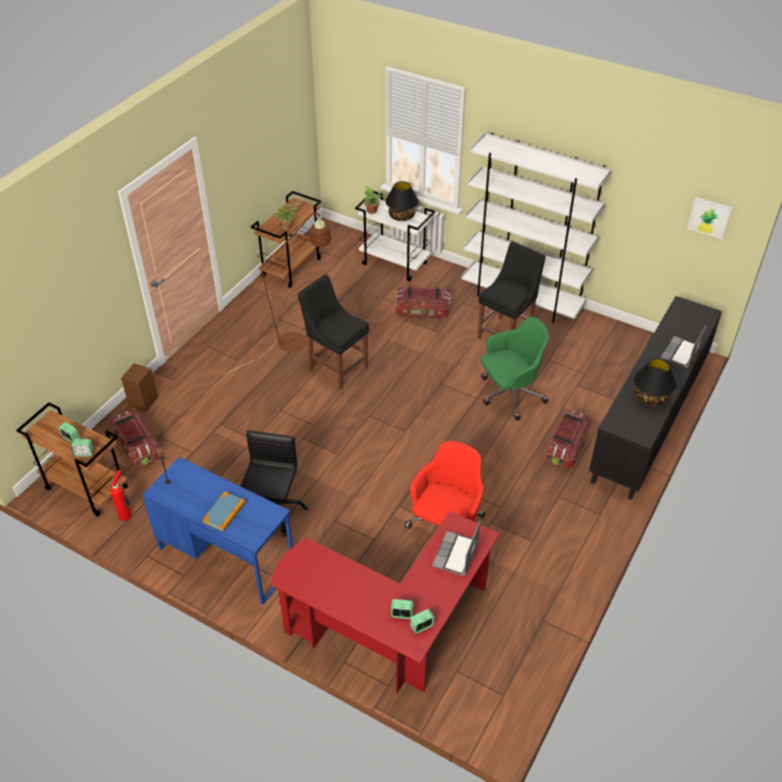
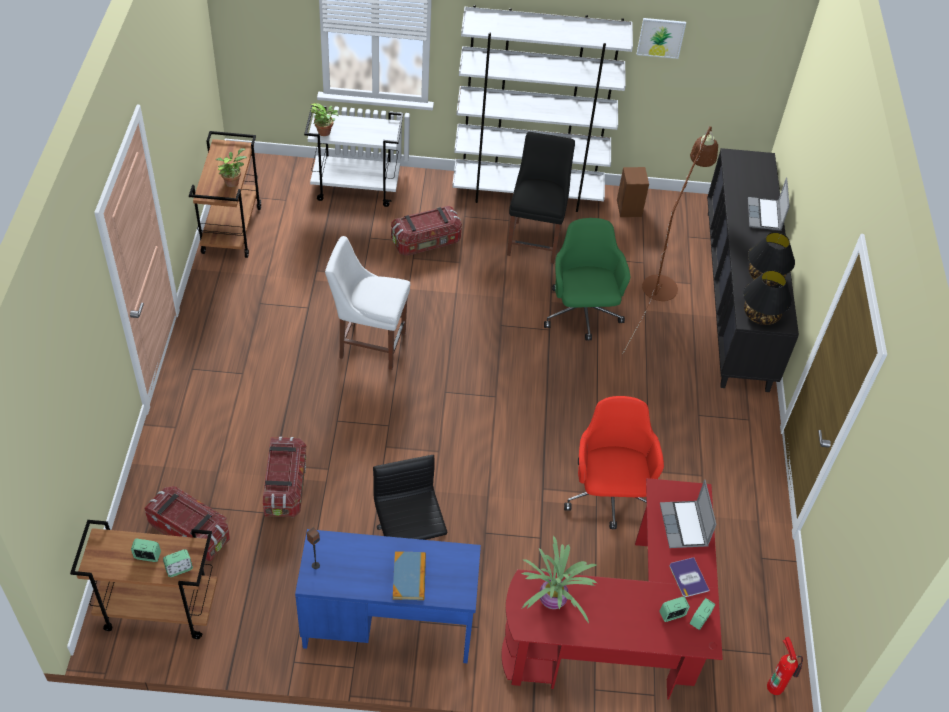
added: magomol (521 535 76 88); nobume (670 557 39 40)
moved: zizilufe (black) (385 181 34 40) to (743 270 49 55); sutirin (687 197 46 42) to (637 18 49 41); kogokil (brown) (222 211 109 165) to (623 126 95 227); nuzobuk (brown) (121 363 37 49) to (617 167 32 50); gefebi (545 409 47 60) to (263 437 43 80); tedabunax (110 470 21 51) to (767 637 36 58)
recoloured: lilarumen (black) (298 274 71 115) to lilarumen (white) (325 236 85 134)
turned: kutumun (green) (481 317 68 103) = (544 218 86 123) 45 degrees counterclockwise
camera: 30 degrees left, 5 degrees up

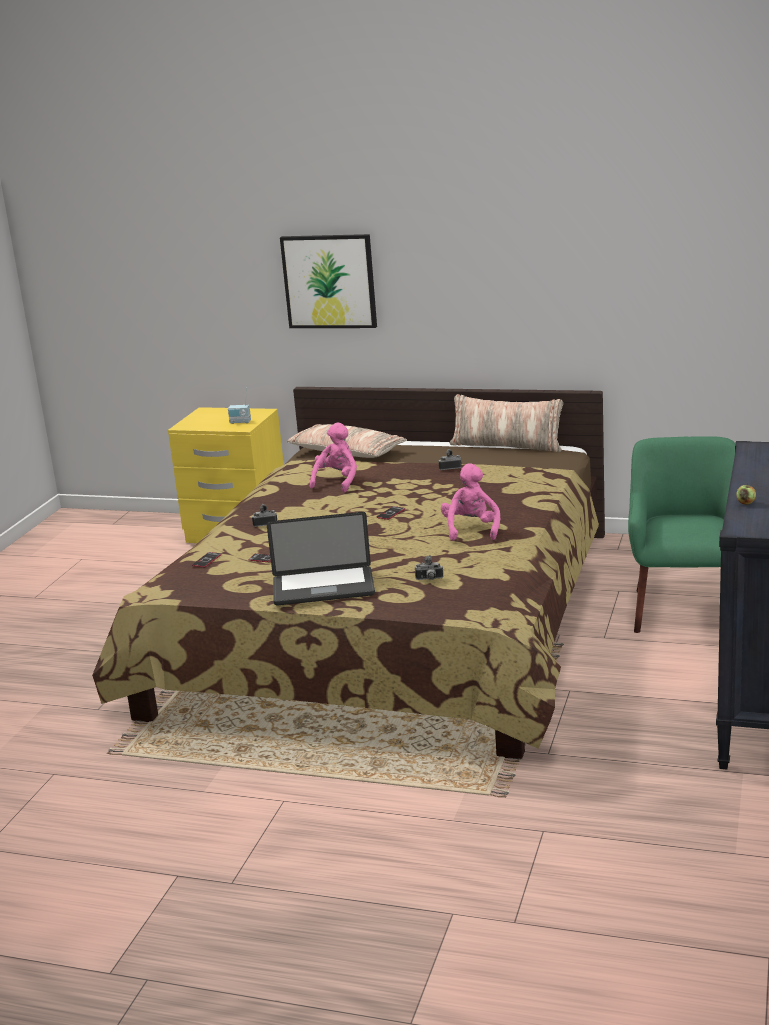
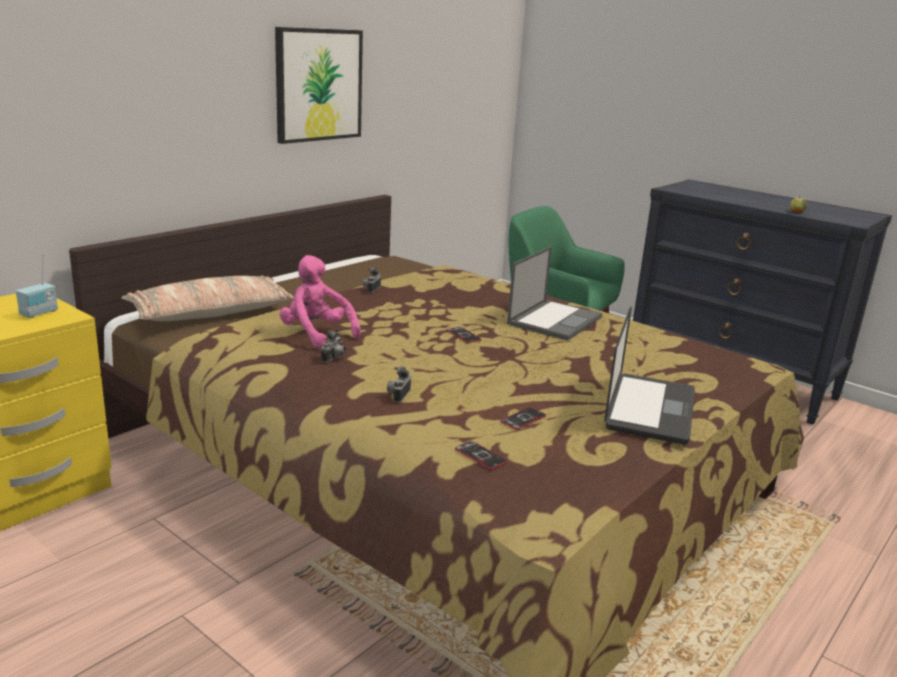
removed: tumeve (450 394 113 58)
moved: sutirin (280 234 97 94) to (275 27 88 117); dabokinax (415 555 29 25) to (321 331 25 32)
replaced: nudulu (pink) (441 463 59 78) to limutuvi (507 246 95 95)
camera: 70 degrees left, 0 degrees up

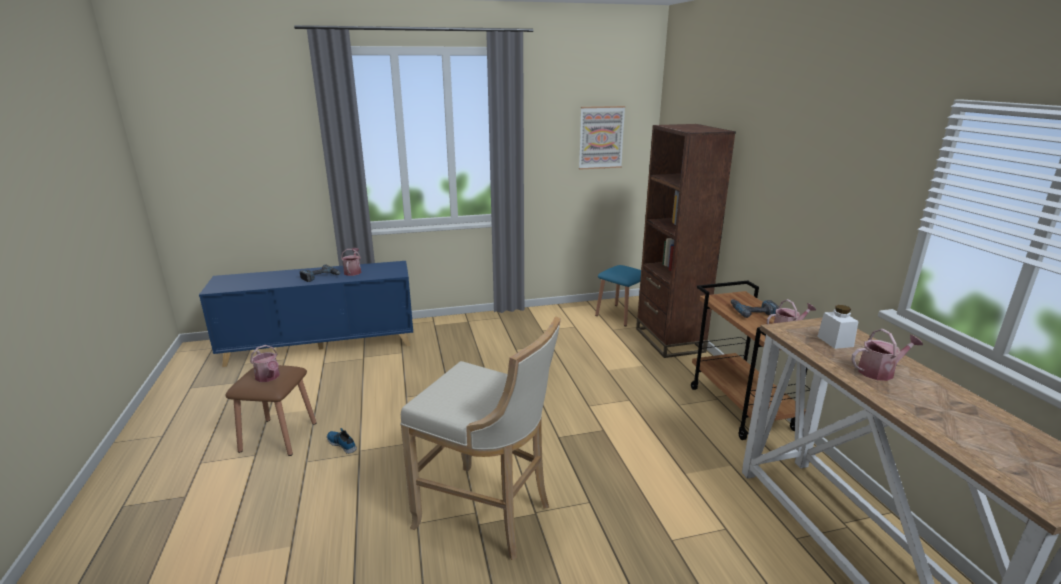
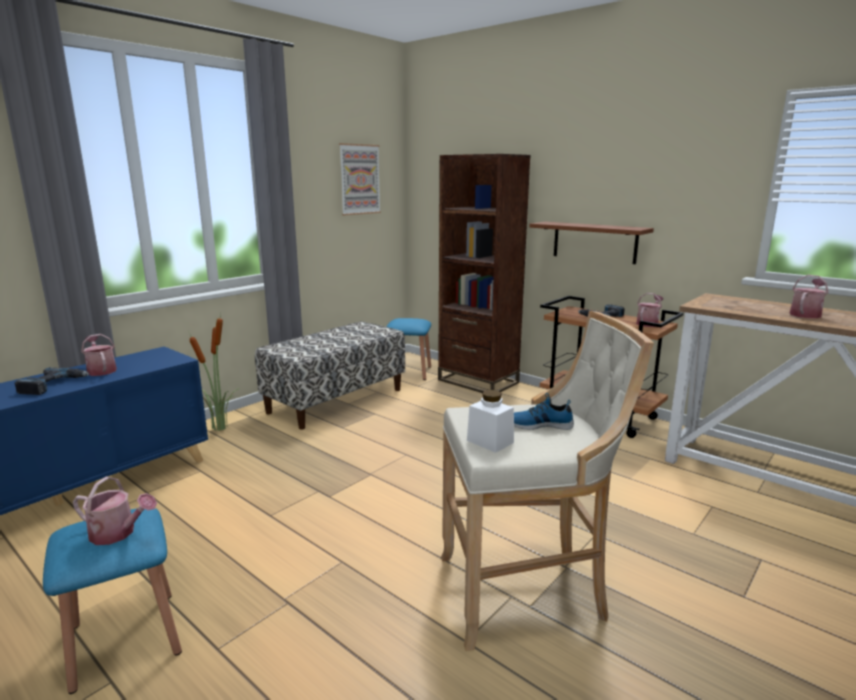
added: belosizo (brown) (529 222 125 42); magomol (189 313 50 118); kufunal (255 321 150 109)
moved: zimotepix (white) (817 305 42 44) to (467 390 47 63); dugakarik (327 428 30 26) to (514 393 60 37)
recoloured: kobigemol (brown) (225 365 91 91) to kobigemol (blue) (43 508 139 186)
camera: 35 degrees left, 5 degrees down

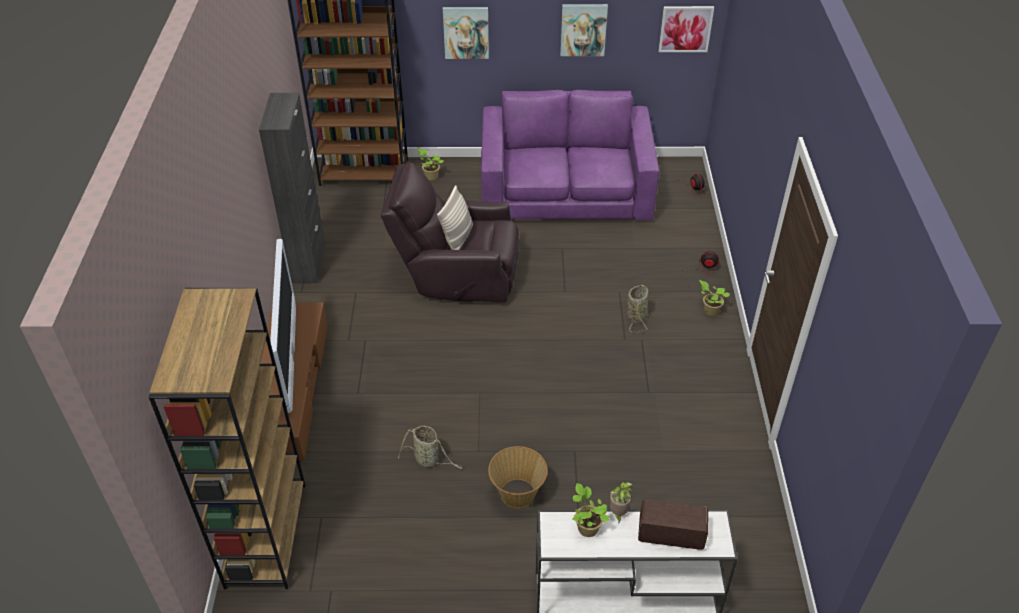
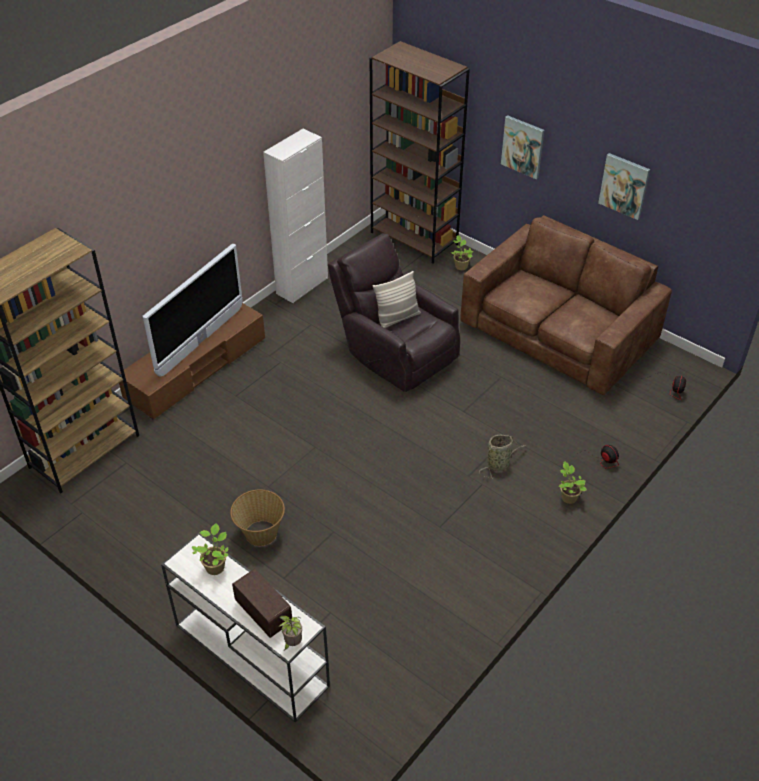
removed: sutirin (658 6 56 46); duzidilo (398 426 64 43)
moved: magomol (610 482 23 42) to (279 616 23 34)
recoloured: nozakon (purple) (481 90 178 130) to nozakon (brown) (460 215 212 180); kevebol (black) (259 93 66 190) to kevebol (white) (263 129 65 174)
camera: 40 degrees right, 0 degrees up

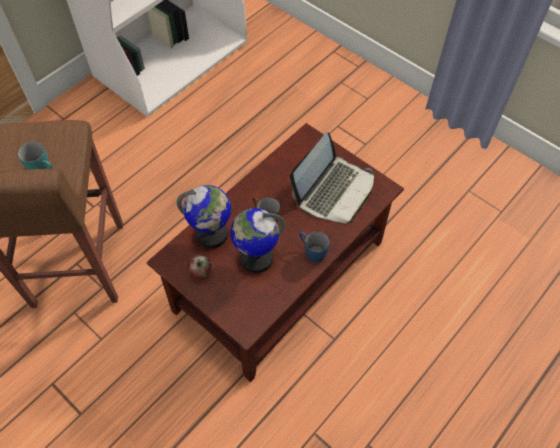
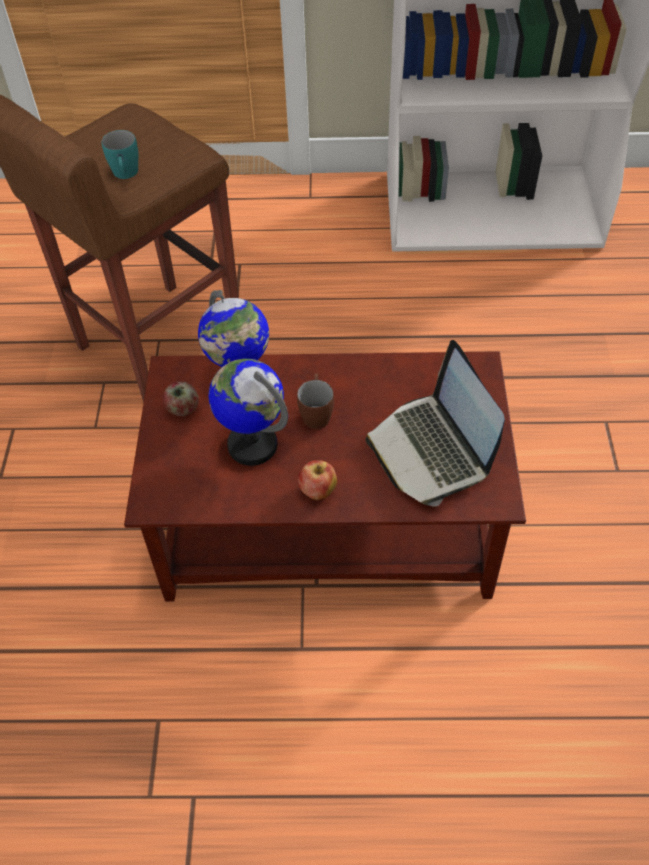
replaced: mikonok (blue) (299 232 31 30) to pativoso (298 460 39 40)
turned: limutuvi (290 132 84 92) = (366 340 139 167) 75 degrees clockwise
camera: 50 degrees right, 5 degrees down

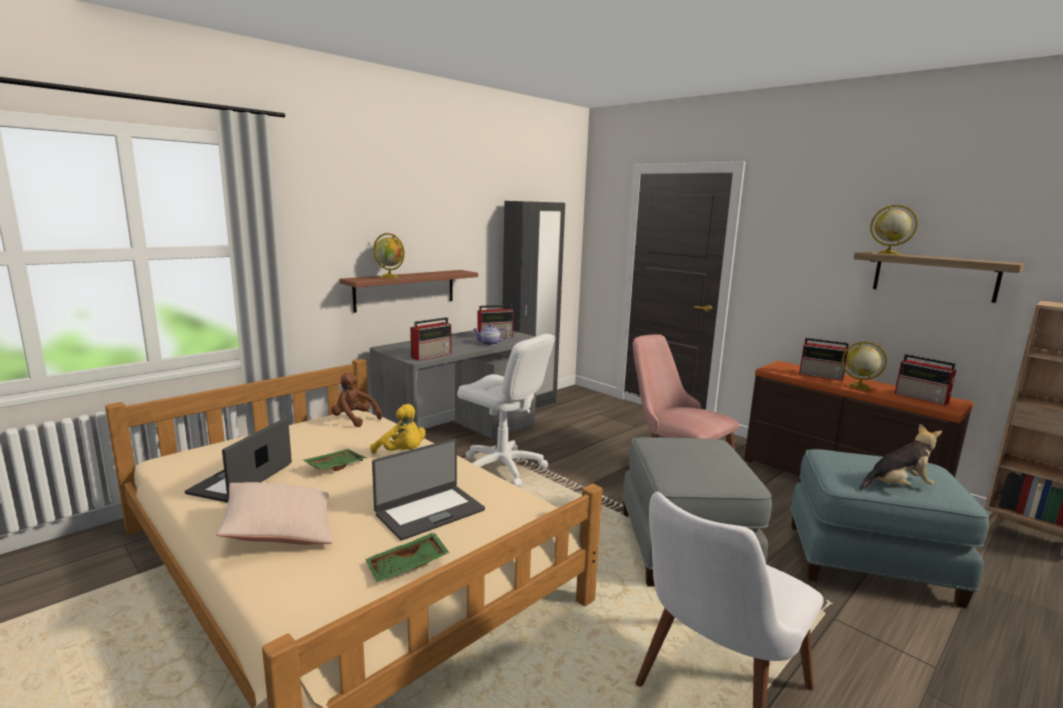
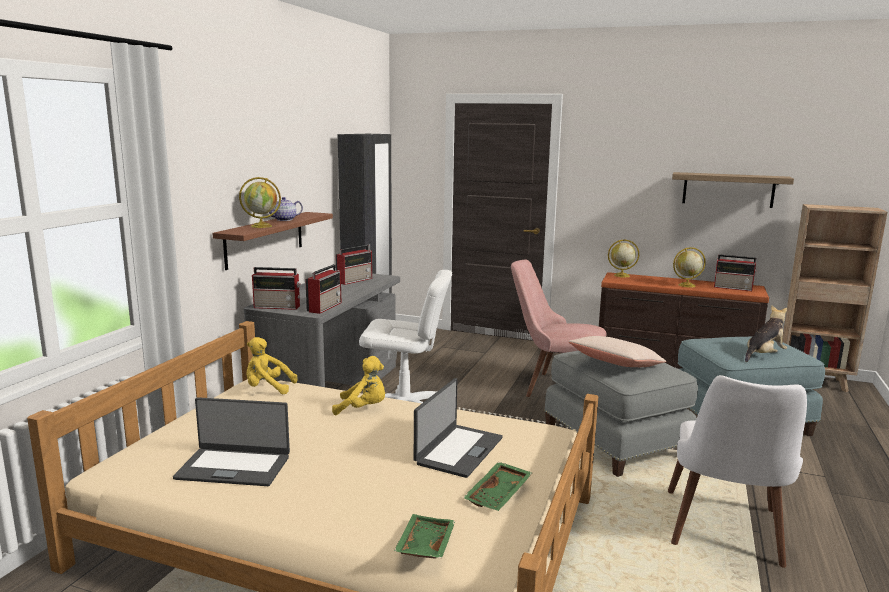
moved: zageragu (870 205 48 50) to (608 239 31 38); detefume (473 324 34 21) to (269 197 34 24); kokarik (799 338 50 43) to (252 267 48 43); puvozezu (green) (303 449 64 22) to (394 514 61 45); tumeve (beige) (217 482 116 63) to (568 336 98 31)
recoloured: nudulu (brown) (331 373 51 54) to nudulu (yellow) (247 337 51 57)
turned: limutuvi (185 418 107 85) = (173 397 117 89) 75 degrees counterclockwise
camera: 25 degrees left, 0 degrees up

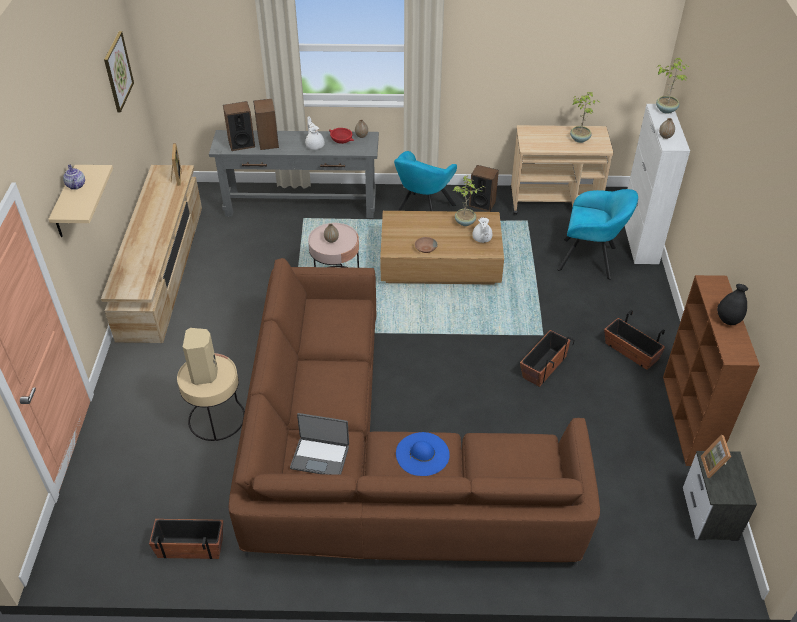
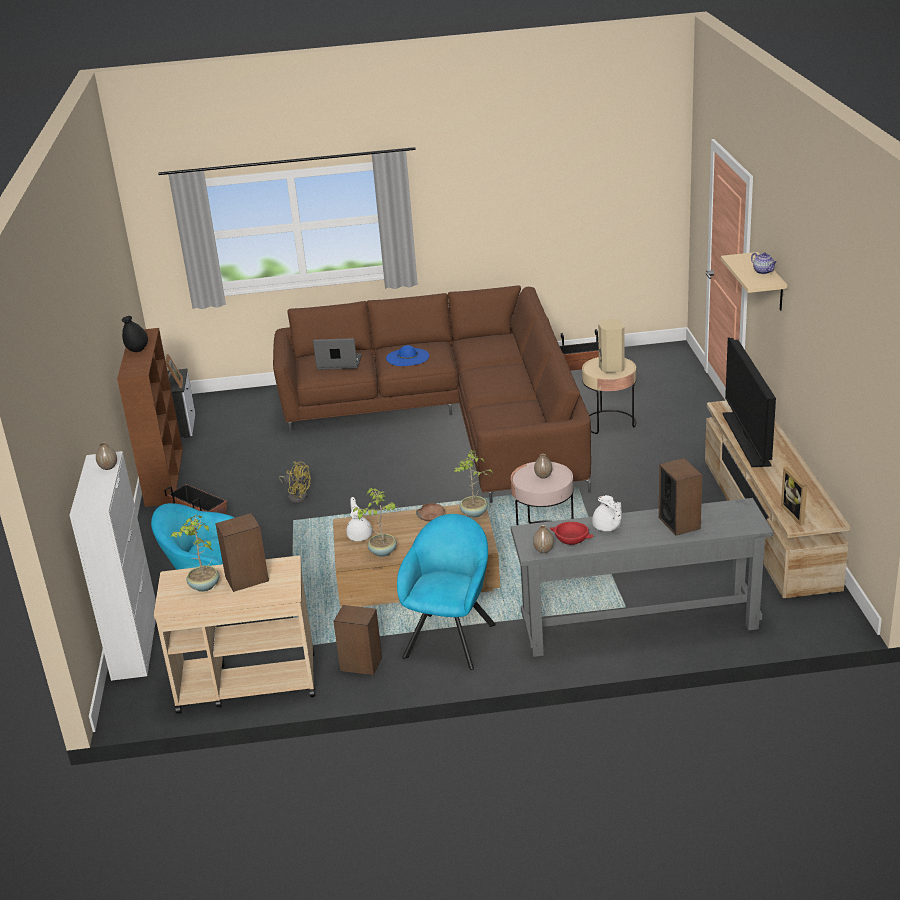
removed: sutirin (104 31 30 81)
added: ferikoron (722 337 54 130)
moved: magomol (656 58 33 56) to (454 450 39 68); nuzobuk (223 101 32 50) to (215 513 54 79); limutuvi (290 413 59 61) to (313 338 49 32)
replaced: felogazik (520 330 54 57) to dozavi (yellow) (279 462 32 41)
camera: 175 degrees right, 15 degrees down

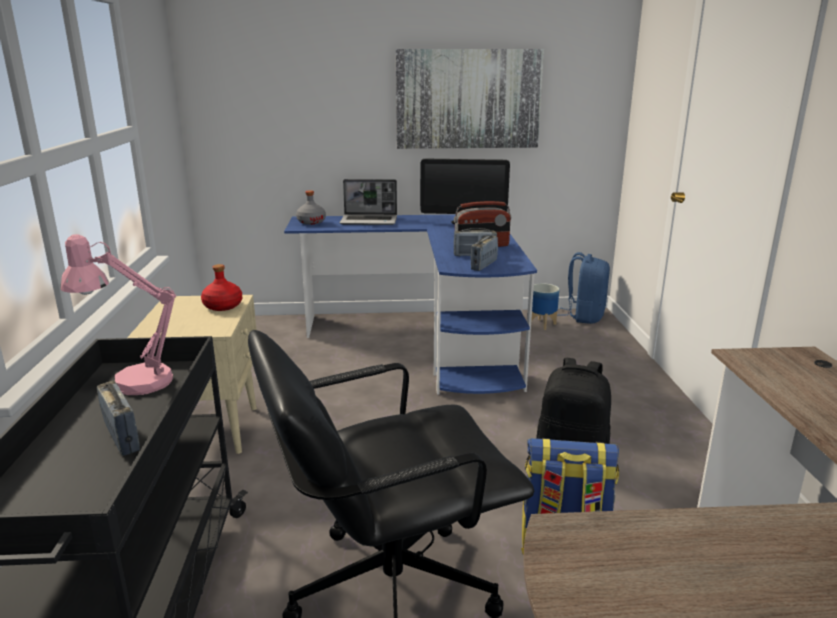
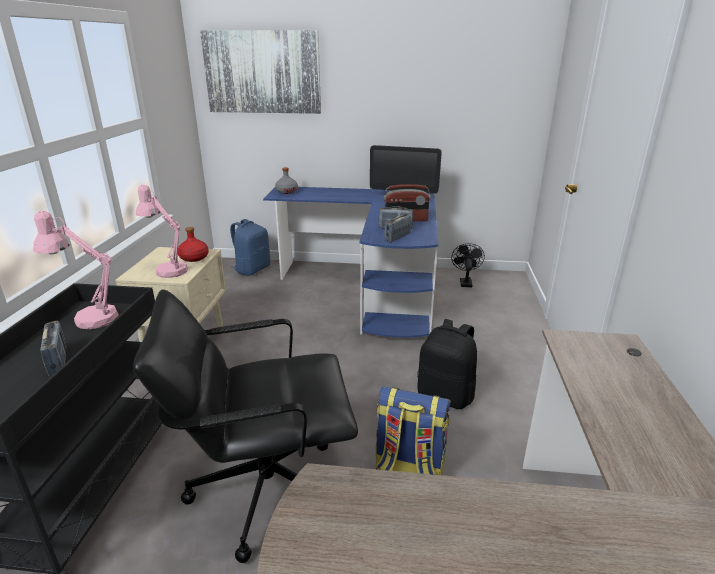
removed: limutuvi (340 179 57 46)
added: zizilufe (pink) (136 185 52 93)
moved: sutirin (396 49 148 100) to (200 30 121 84); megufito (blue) (557 252 53 72) to (230 219 40 57)
replaced: felogazik (531 283 28 47) to dozavi (black) (451 243 34 44)
camera: 10 degrees right, 5 degrees up

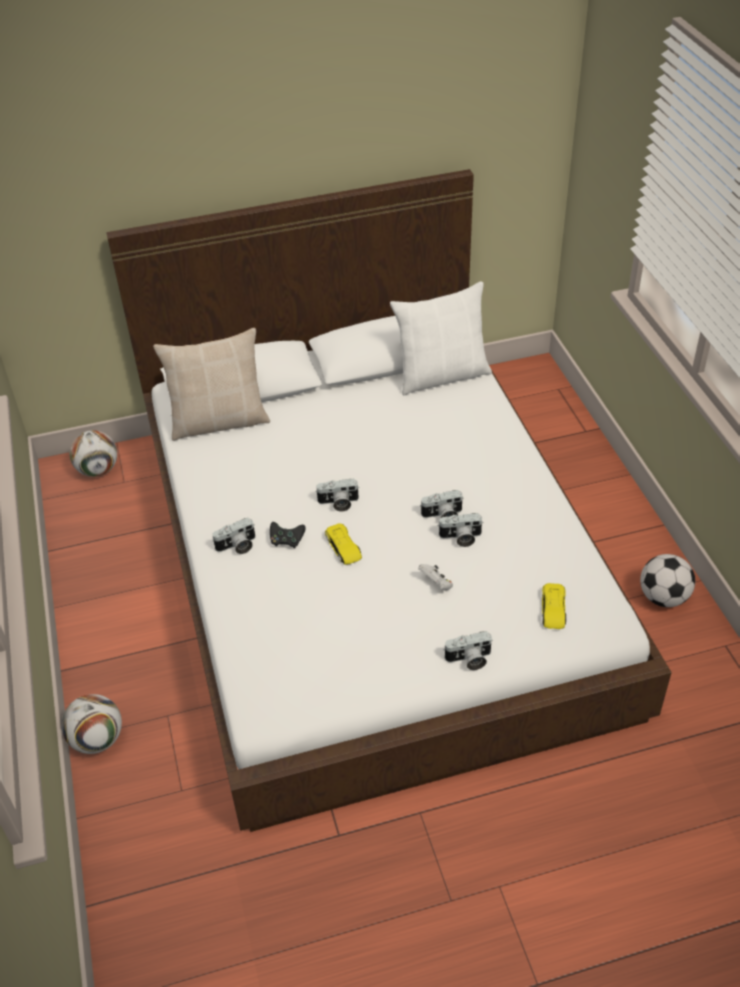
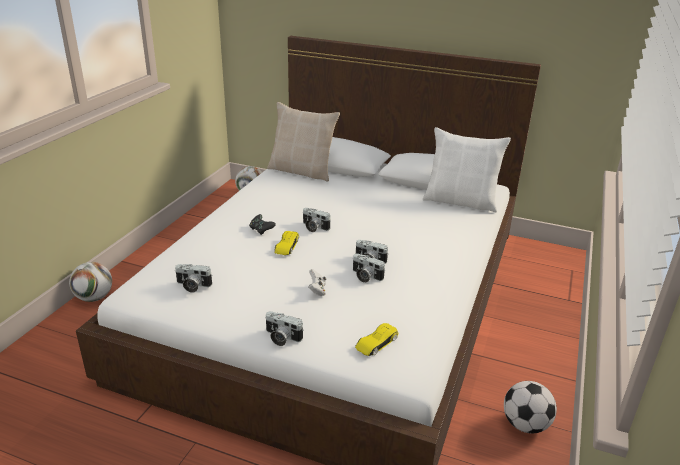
moved: dabokinax (212 518 43 36) to (175 264 37 28)
camera: 35 degrees right, 15 degrees down

